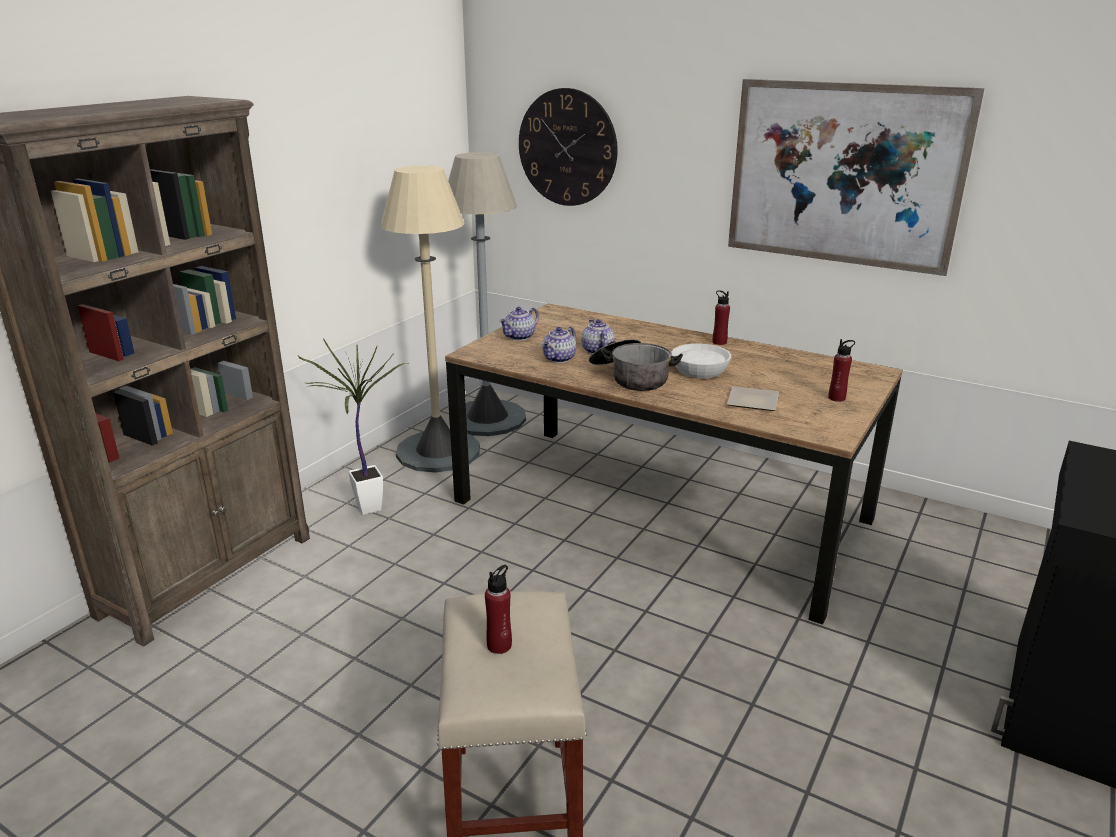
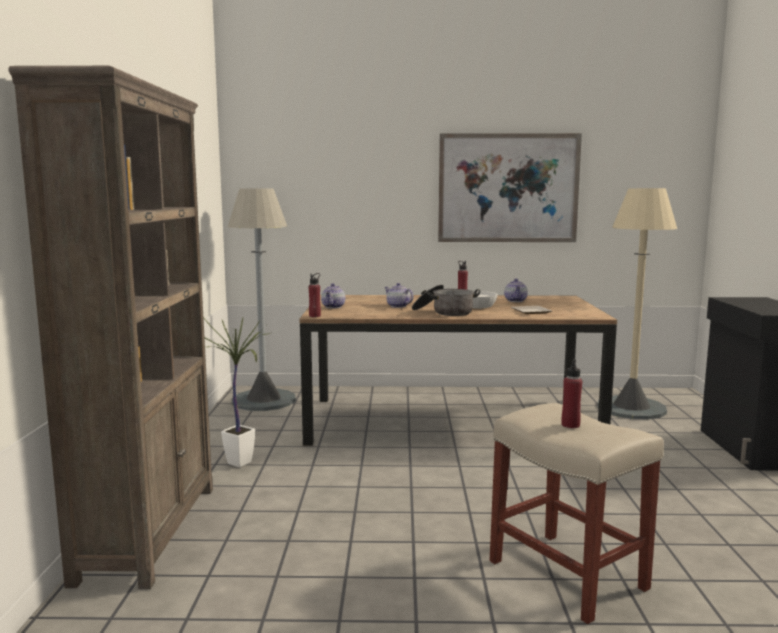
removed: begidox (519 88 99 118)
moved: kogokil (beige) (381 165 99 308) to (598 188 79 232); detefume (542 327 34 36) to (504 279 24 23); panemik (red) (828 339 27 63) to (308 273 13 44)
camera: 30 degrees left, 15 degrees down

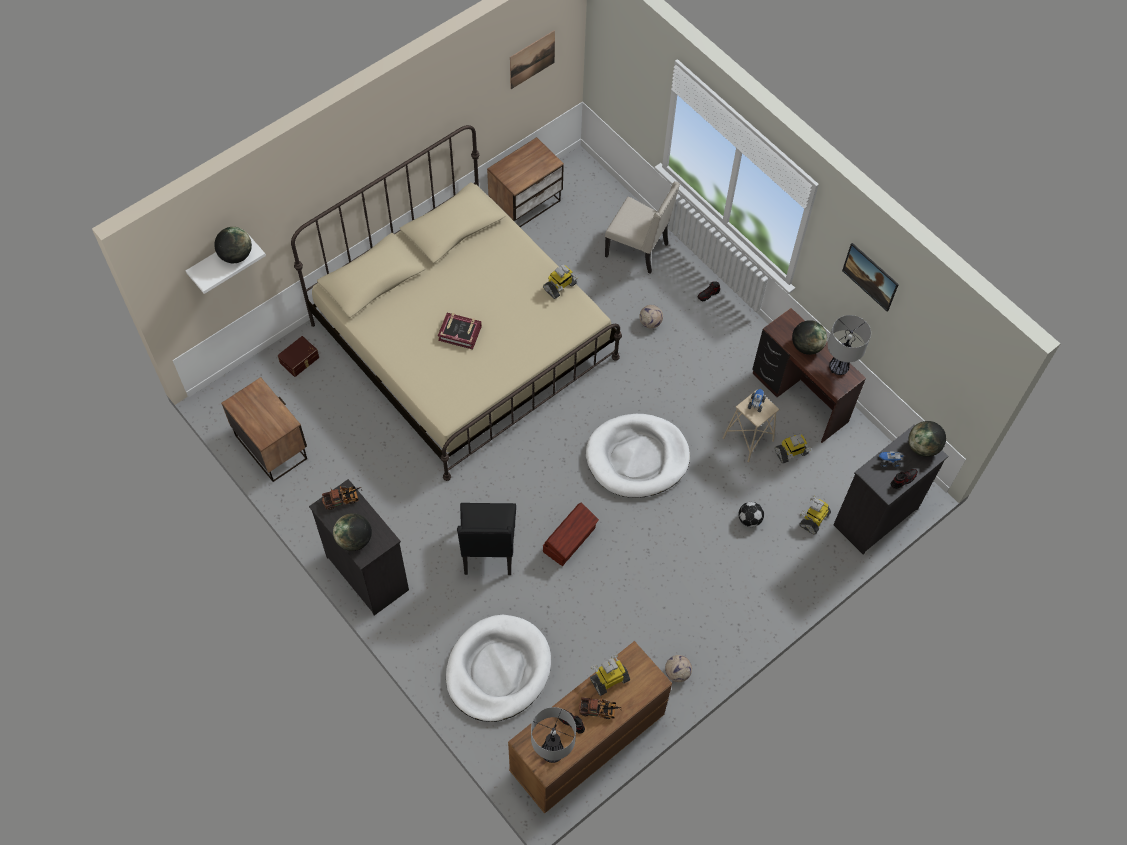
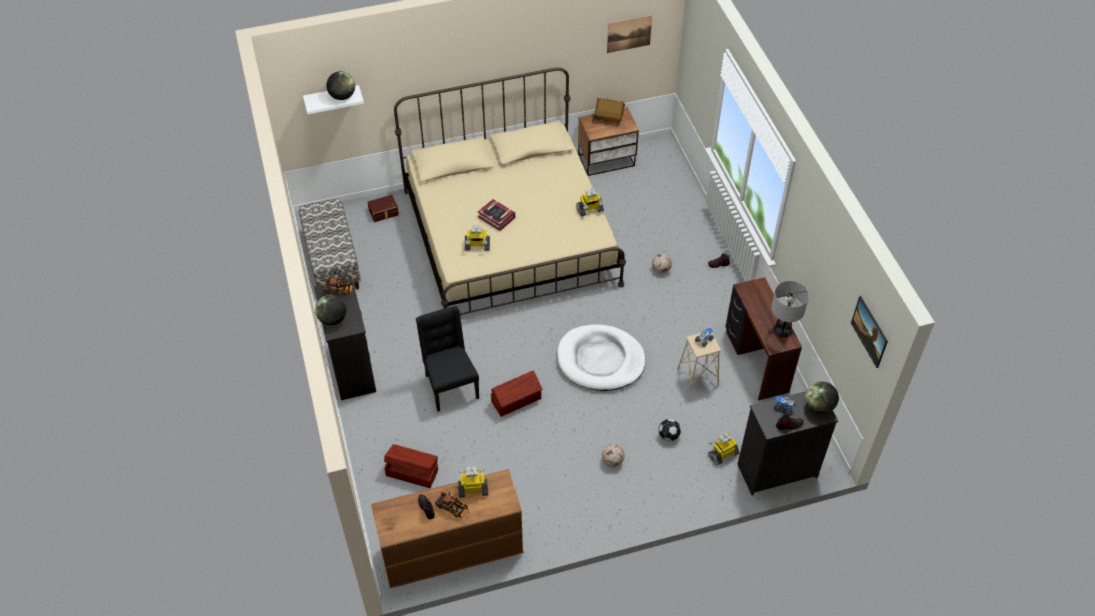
removed: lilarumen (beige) (605 181 75 93); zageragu (792 320 35 35); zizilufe (531 707 45 56)
added: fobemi (593 98 32 26)
moved: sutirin (842 243 57 69) to (851 296 37 72); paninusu (775 434 36 30) to (465 226 25 25); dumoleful (665 655 27 27) to (602 444 22 23)
replaced: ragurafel (221 377 86 105) to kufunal (299 198 62 92); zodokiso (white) (446 615 105 107) to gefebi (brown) (384 444 54 44)
turned: lilarumen (black) (457 503 59 72) = (416 306 63 106) 135 degrees clockwise
camera: 25 degrees right, 10 degrees down

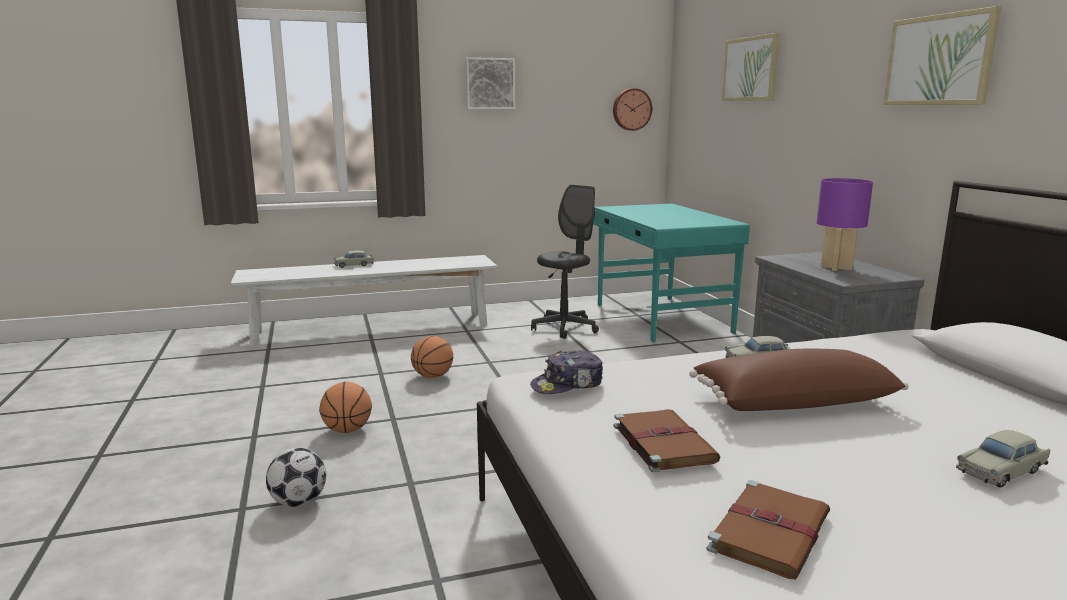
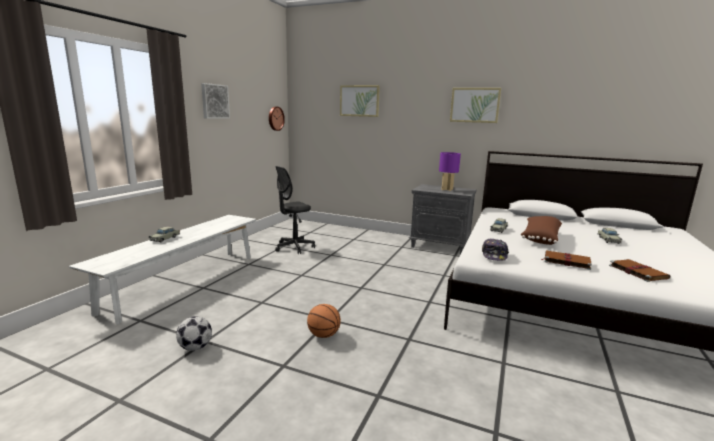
removed: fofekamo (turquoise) (593 204 157 138); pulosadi (411 336 42 42)
moved: dumoleful (266 448 60 59) to (176 316 36 35)
turned: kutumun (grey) (531 184 68 155) = (275 166 40 88) 120 degrees counterclockwise
camera: 50 degrees left, 0 degrees up

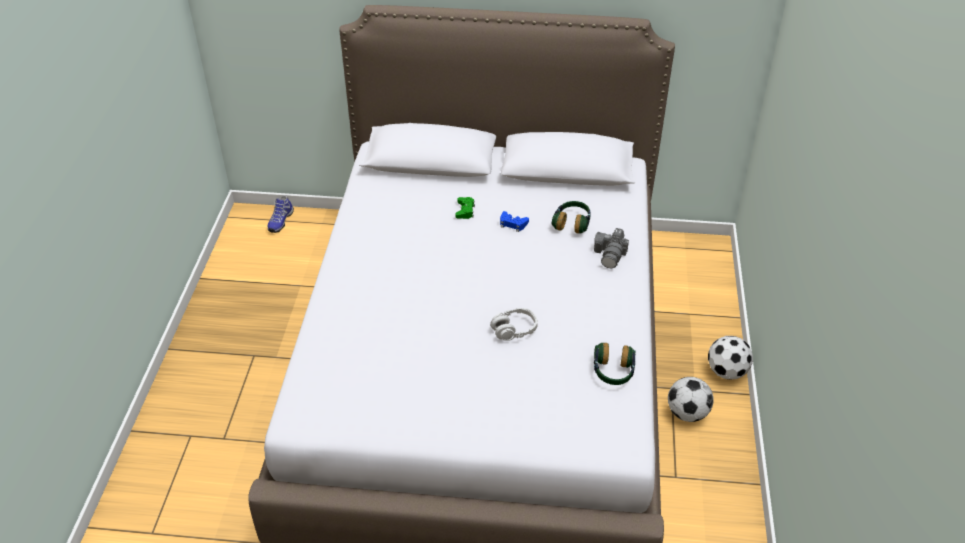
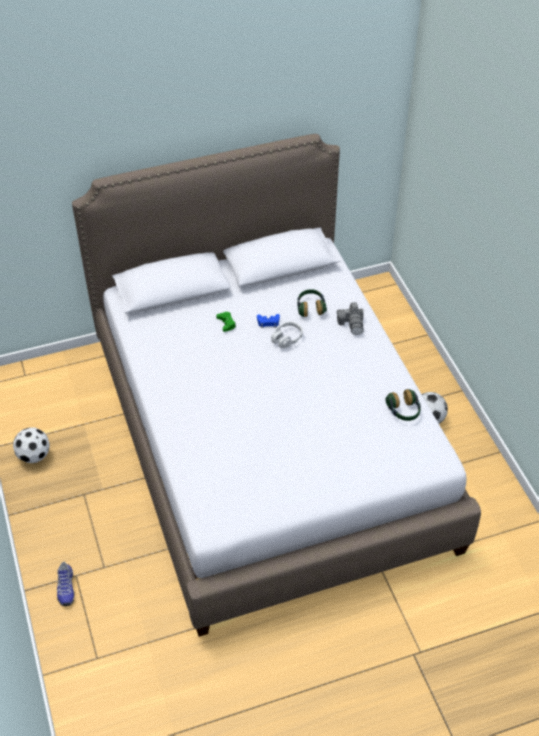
moved: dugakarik (268 195 26 38) to (57 562 17 44); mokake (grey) (490 308 48 33) to (271 321 32 27); dumoleful (708 336 45 44) to (13 427 37 36)
camera: 25 degrees left, 5 degrees up

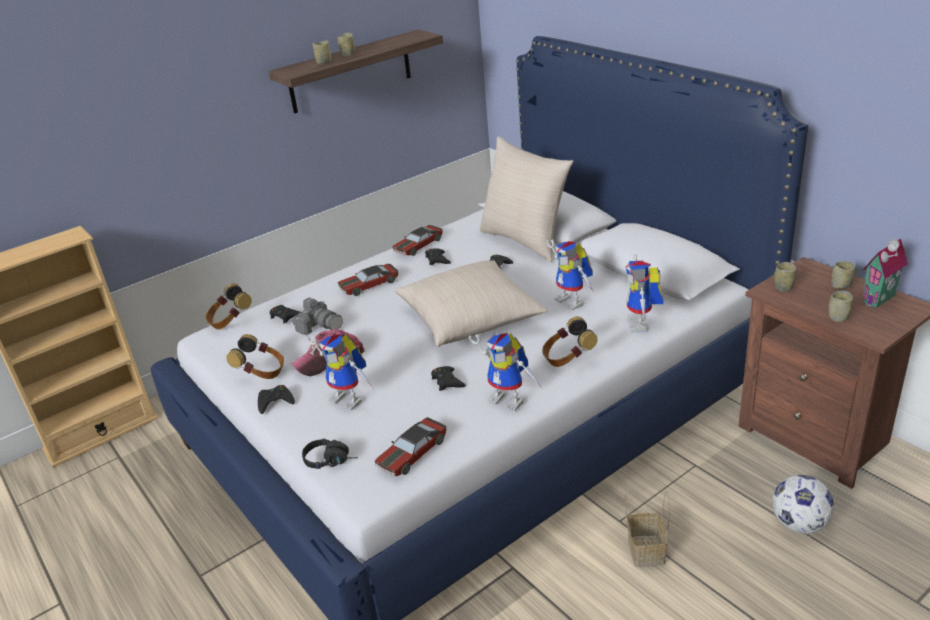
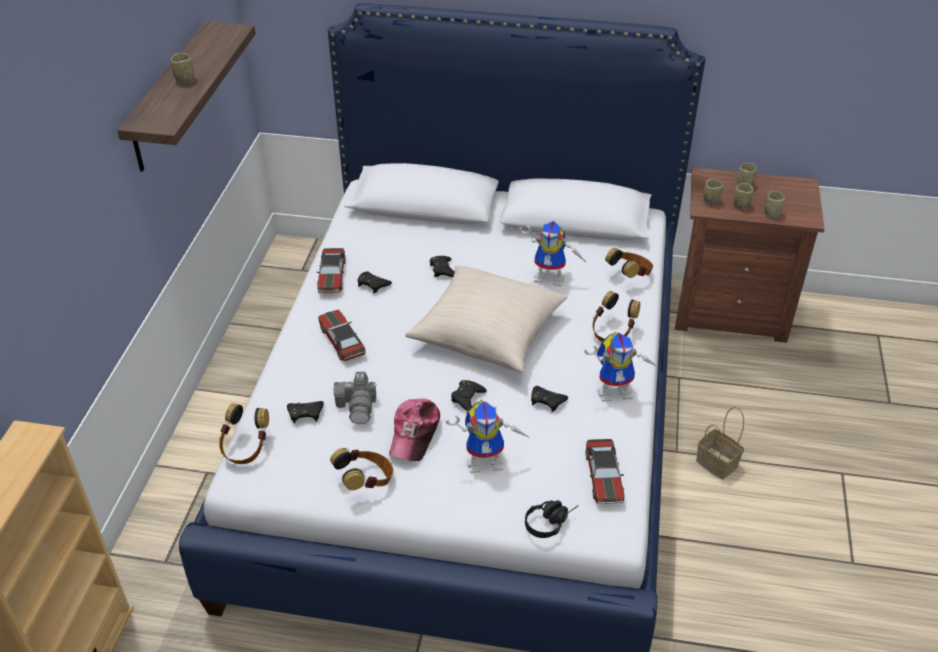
removed: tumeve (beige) (480 136 94 126); fobemi (862 238 46 70); dumoleful (772 475 62 59)
moved: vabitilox (312 40 20 24) to (733 183 20 27); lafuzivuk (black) (258 385 37 29) to (451 380 36 31)
replaced: paninusu (626 254 38 78) to mokake (605 248 48 30)
turned: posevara (338 264 61 32) = (318 309 48 52) 135 degrees clockwise; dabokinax (292 298 51 37) = (333 372 43 52) 90 degrees clockwise
camera: 45 degrees left, 10 degrees up

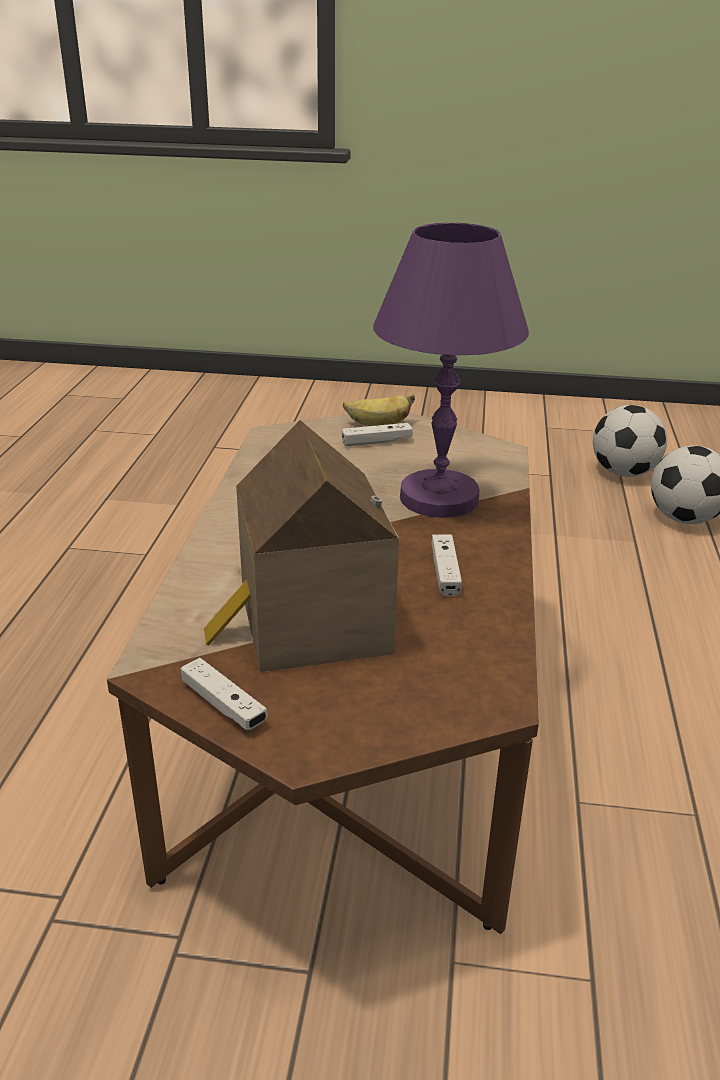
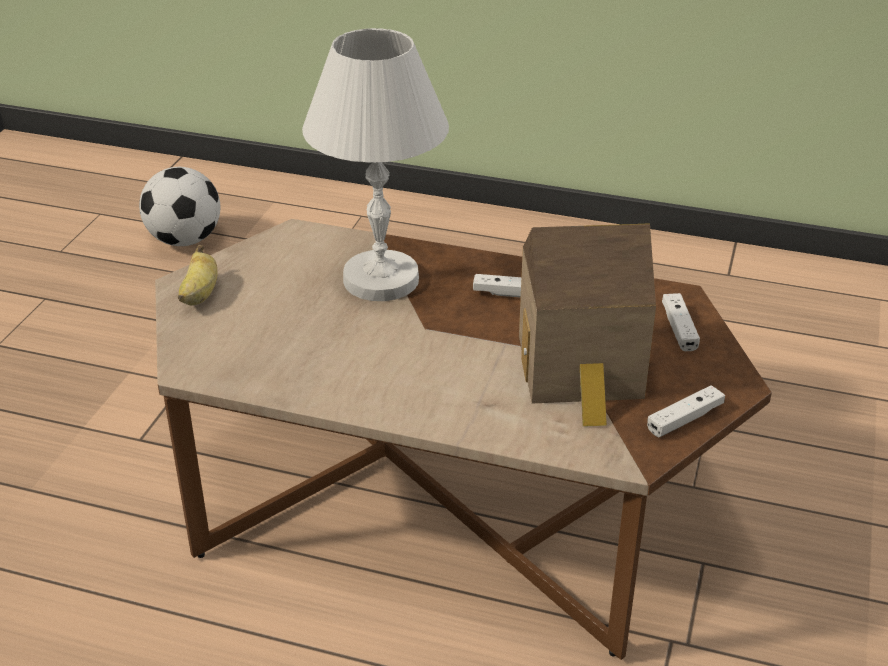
removed: dumoleful (593 405 74 72)
moved: lafuzivuk (white) (342 423 71 23) to (662 293 38 58)
recoloured: zizilufe (purple) (373 223 156 295) to zizilufe (white) (302 28 147 273)
camera: 80 degrees left, 5 degrees up

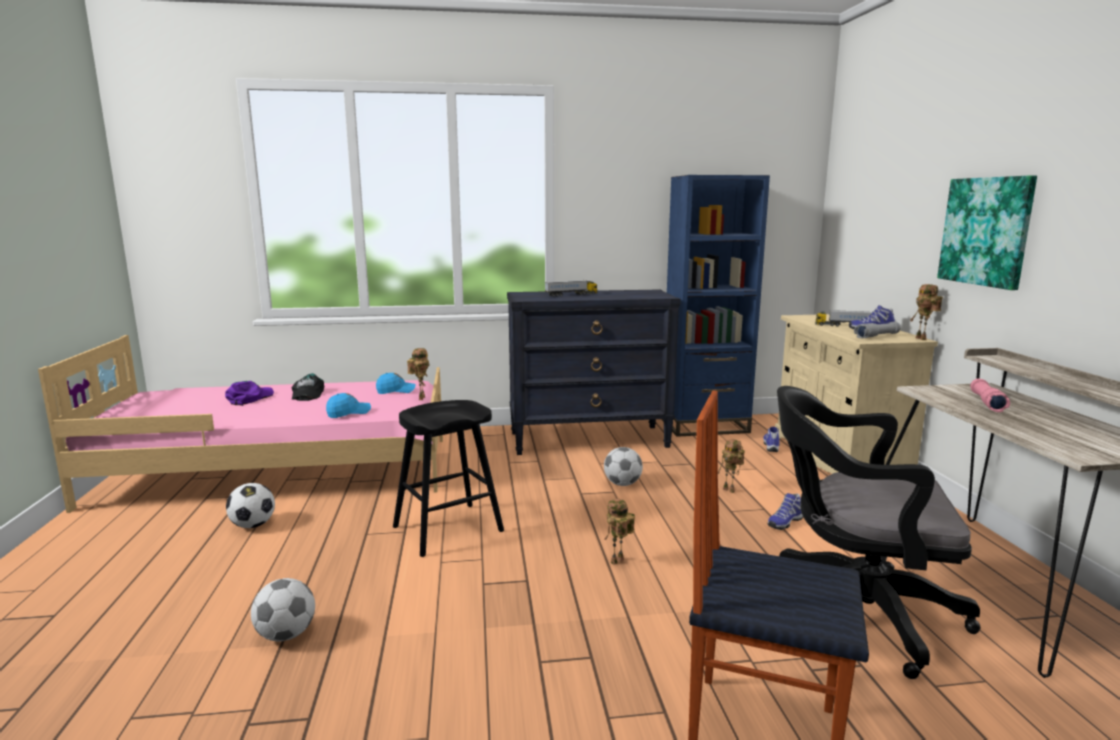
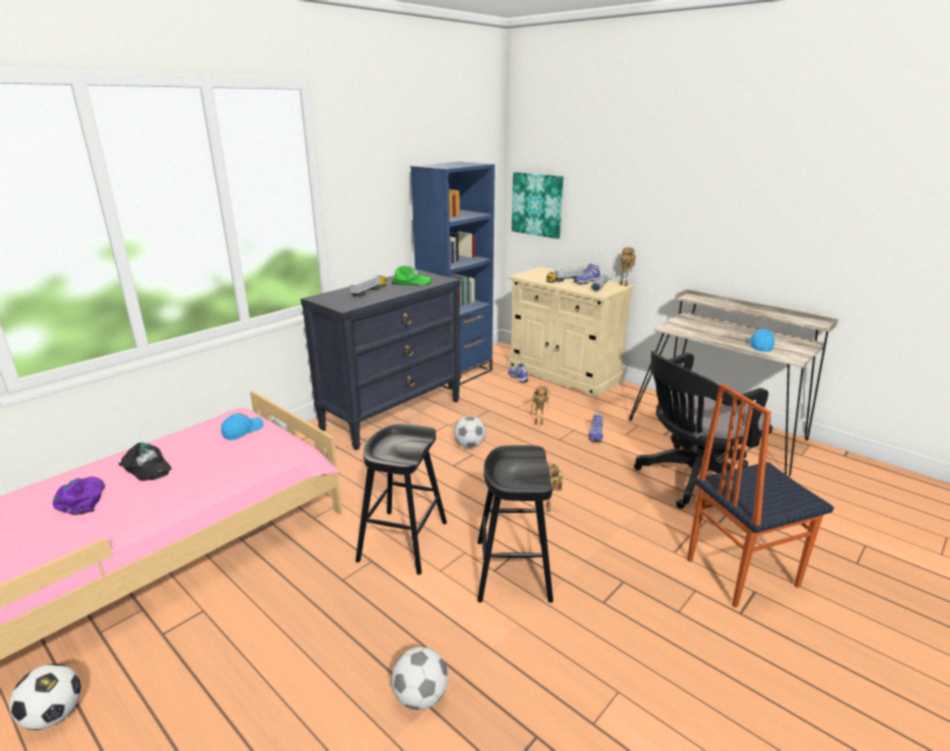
removed: paninusu (407 348 22 52); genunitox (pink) (970 379 40 33)
added: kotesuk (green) (391 266 42 19); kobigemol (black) (477 445 76 158)
moved: sutirin (937 176 100 114) to (512 172 51 67); kotesuk (blue) (326 393 45 25) to (749 329 25 23); dumoleful (226 483 49 45) to (9 664 72 66)
camera: 40 degrees left, 10 degrees up

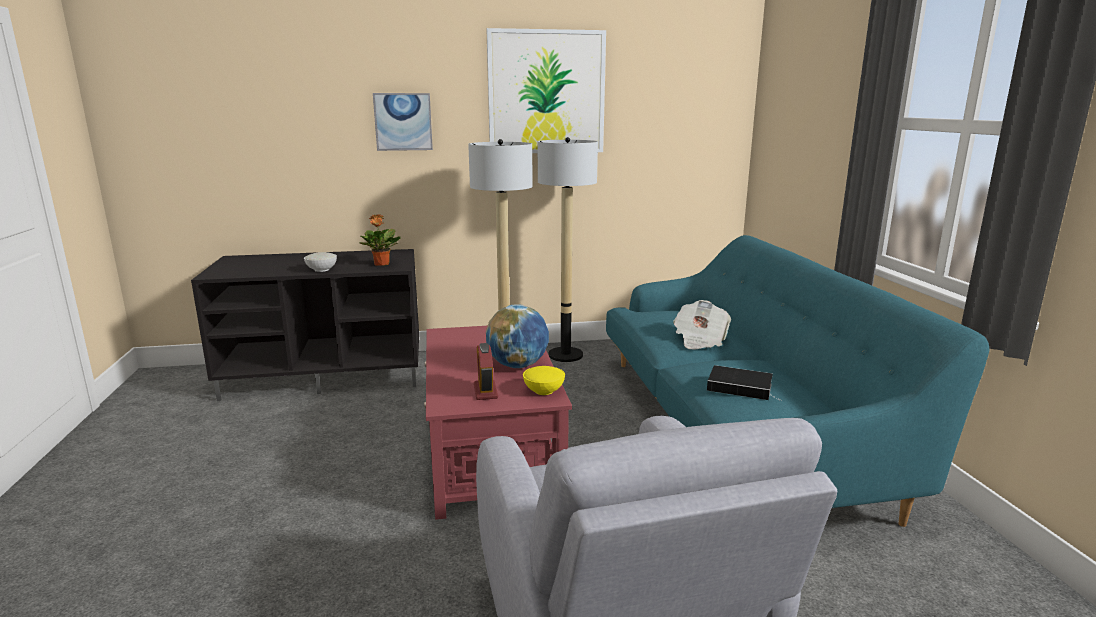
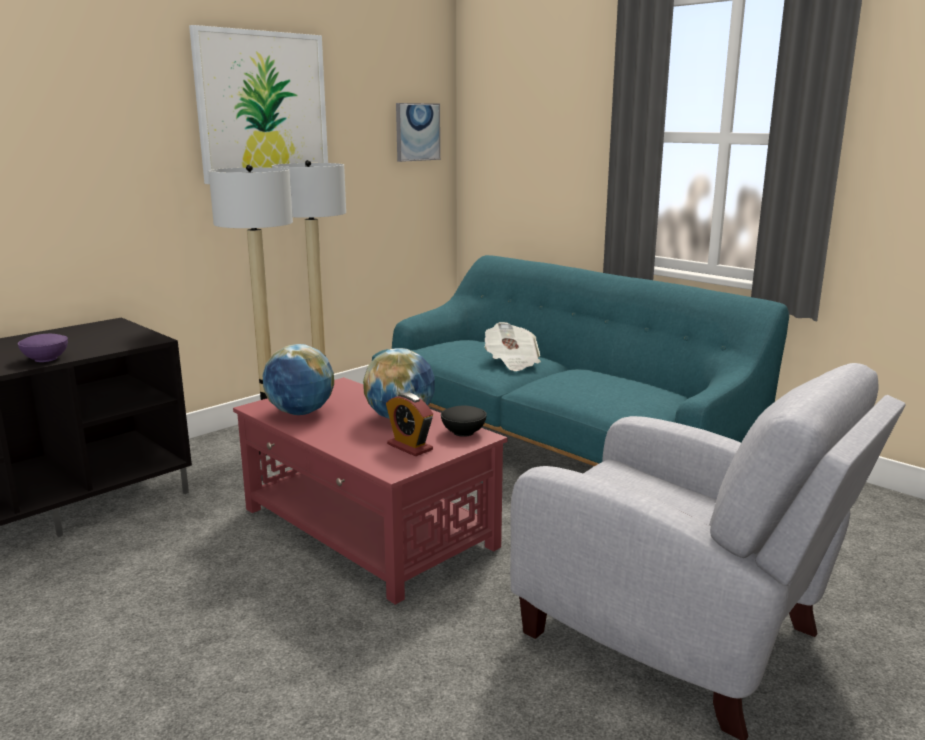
removed: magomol (359 214 42 52); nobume (707 365 74 36)
added: zageragu (262 344 72 71)
moved: sutirin (373 93 60 58) to (396 103 44 59)
recoloured: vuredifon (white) (304 252 33 20) to vuredifon (purple) (18 334 50 28); vuredifon (yellow) (523 366 42 29) to vuredifon (black) (441 406 46 31)
camera: 35 degrees left, 0 degrees up

